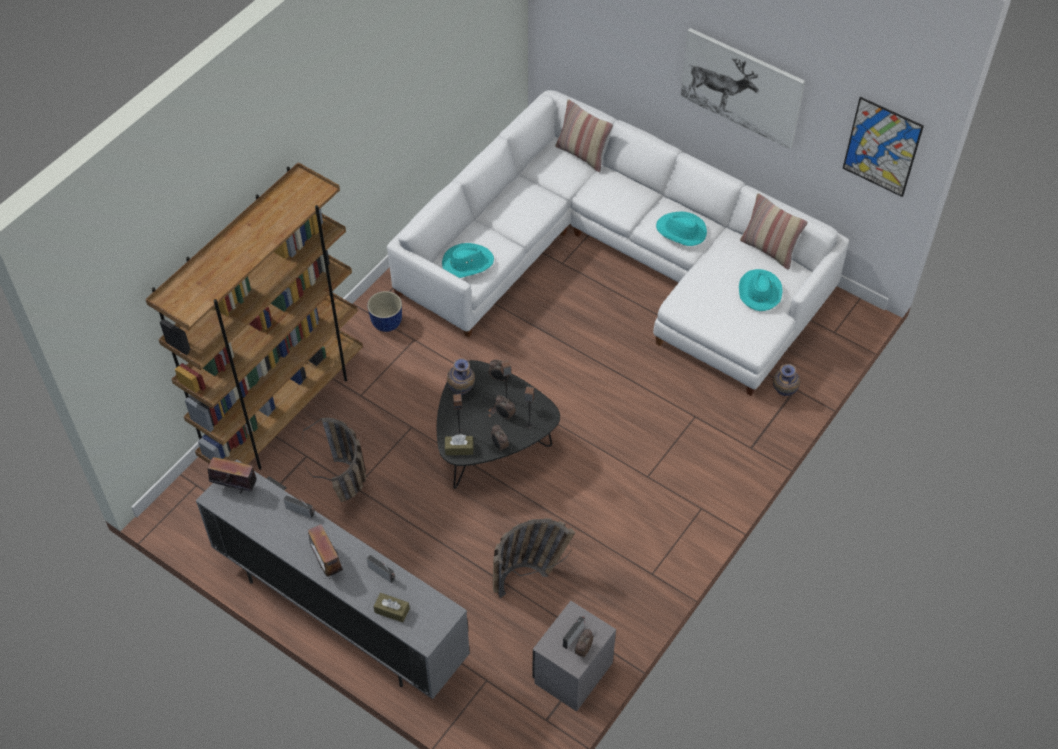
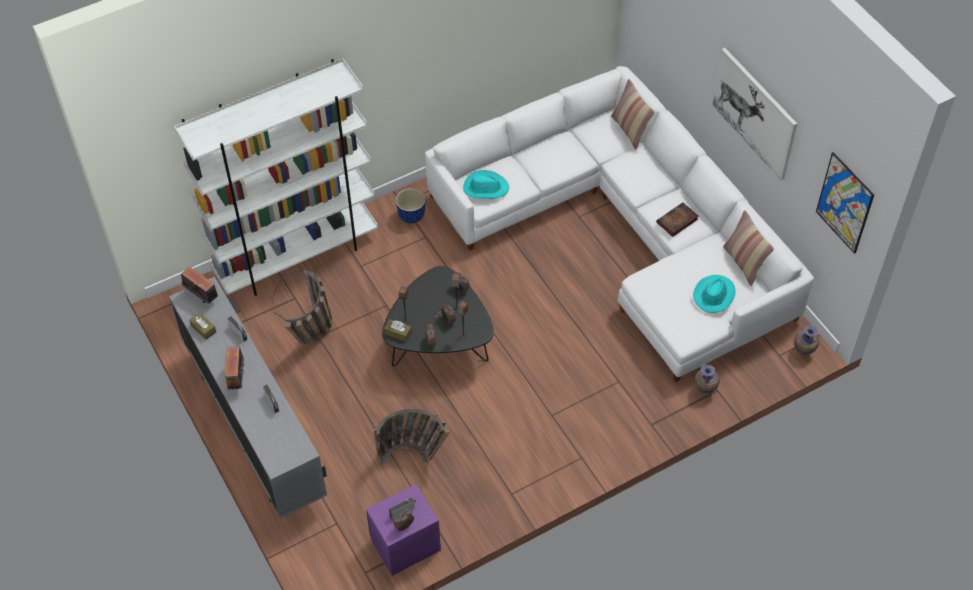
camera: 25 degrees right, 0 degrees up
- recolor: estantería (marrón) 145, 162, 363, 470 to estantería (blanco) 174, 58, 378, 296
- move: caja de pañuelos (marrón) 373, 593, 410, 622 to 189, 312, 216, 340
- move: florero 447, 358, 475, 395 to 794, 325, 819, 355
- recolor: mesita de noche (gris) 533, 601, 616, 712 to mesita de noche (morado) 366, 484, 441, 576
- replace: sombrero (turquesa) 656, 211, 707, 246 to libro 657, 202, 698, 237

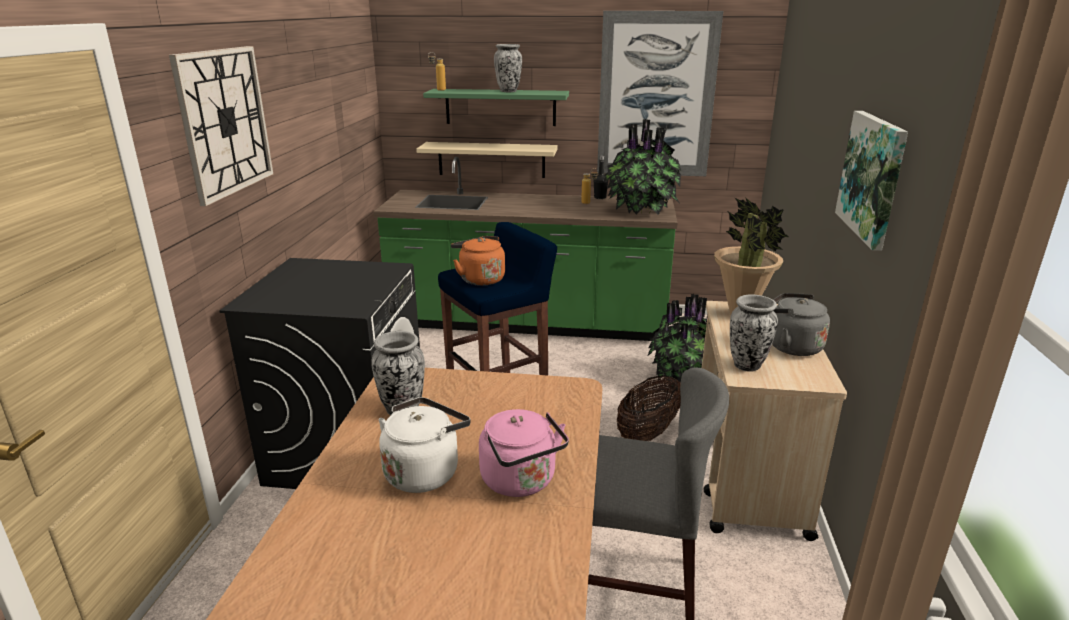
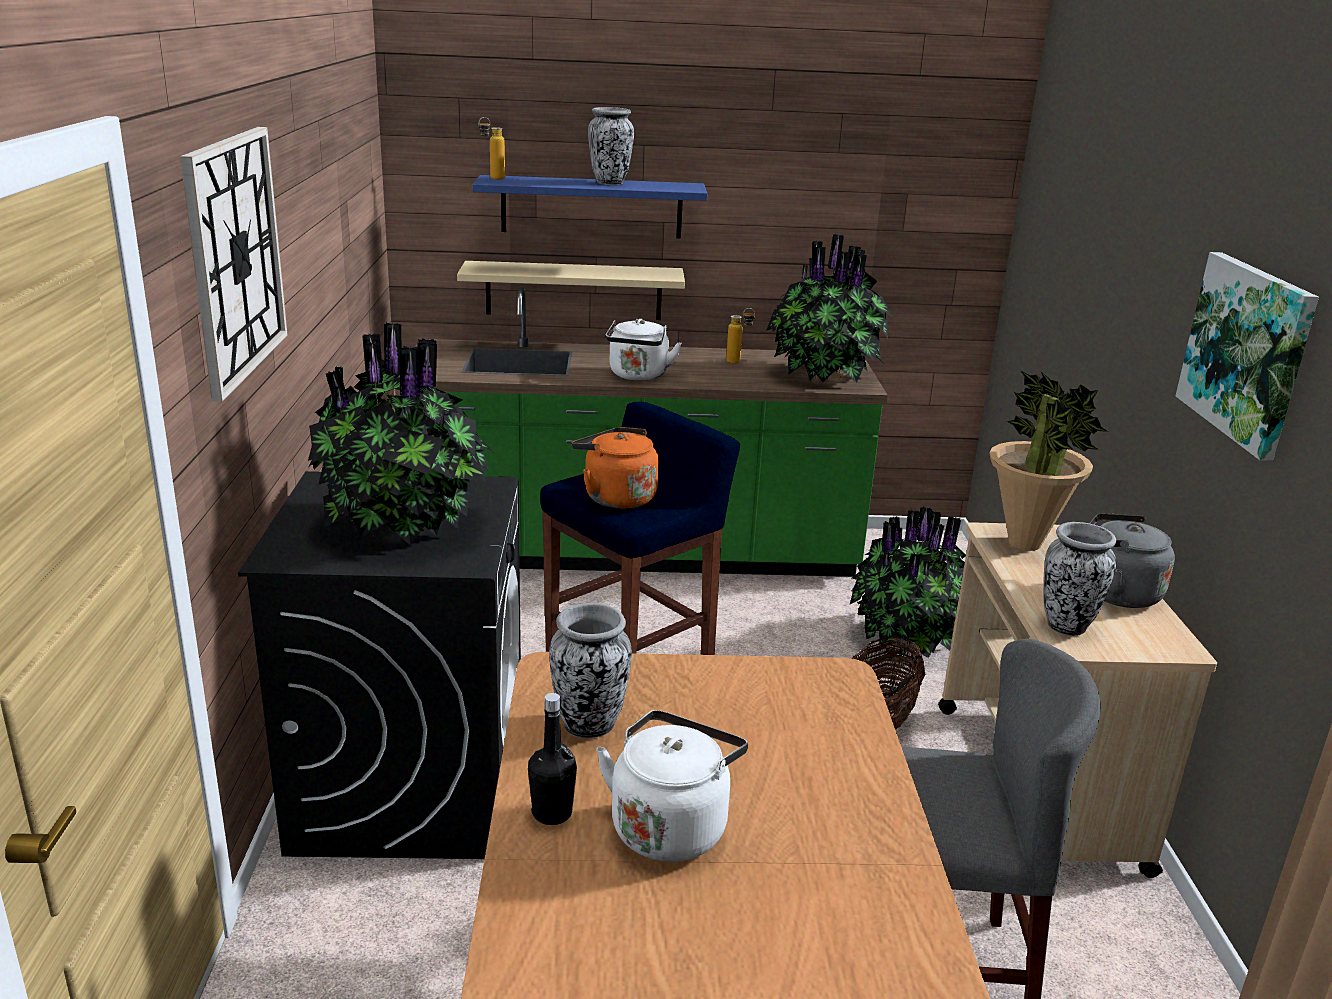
camera: 10 degrees left, 0 degrees up
- recolor: estante (verde) 423, 89, 569, 126 to estante (azul) 472, 175, 707, 238
- delete: hervidor (rosa) 479, 409, 569, 497
- move: botella (negro) 594, 156, 608, 199 to 528, 693, 577, 825
- delete: cuadro 597, 11, 723, 176
- insert: planta en maceta 308, 323, 494, 546
- insert: hervidor (blanco) 605, 319, 681, 381

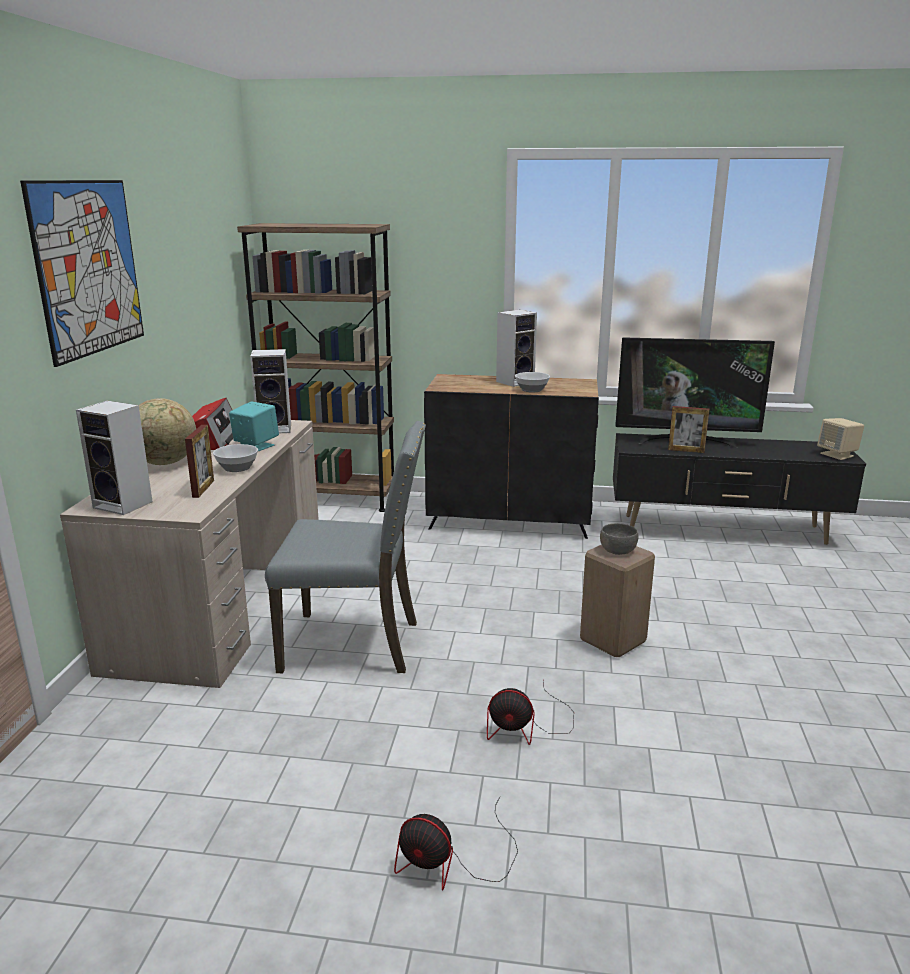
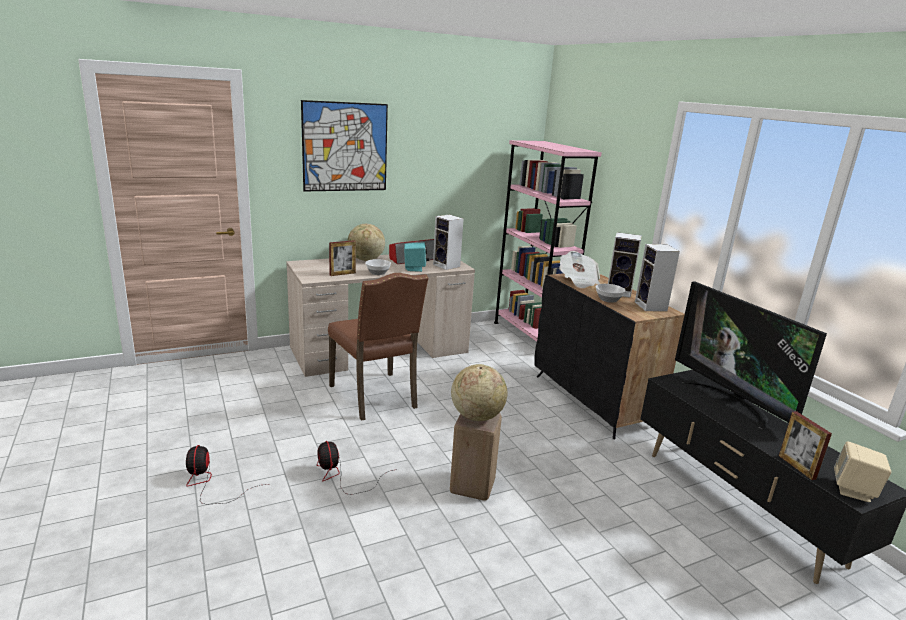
camera: 55 degrees right, 0 degrees up
- move: altavoz 76, 401, 153, 515 to 635, 244, 680, 311
- recolor: estantería (marrón) 237, 223, 394, 512 to estantería (rosa) 494, 140, 602, 342
- recolor: silla (gris) 265, 421, 426, 673 to silla (marrón) 328, 273, 428, 421
- replace: cuenco (gris) 600, 523, 639, 555 to globo terráqueo 451, 364, 507, 421
- move: portarretratos 668, 406, 709, 453 to 779, 411, 832, 480
- insert: periódico 559, 251, 600, 288

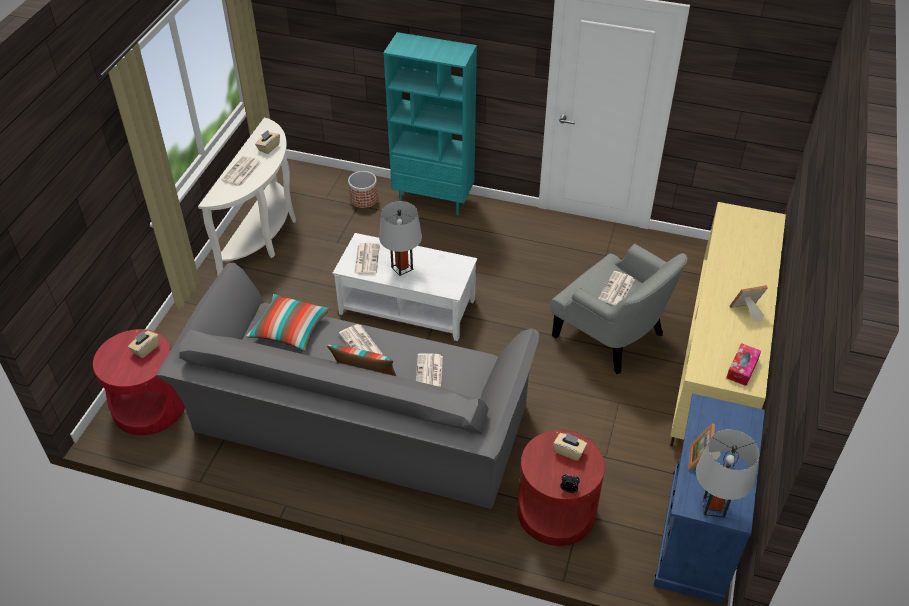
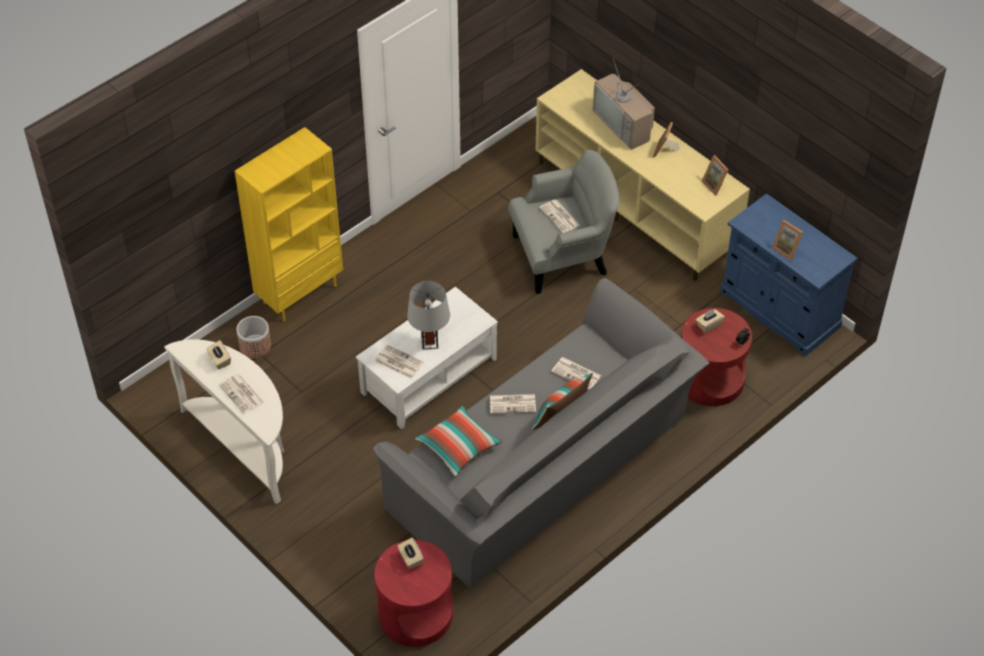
camera: 60 degrees left, 5 degrees up
- recolor: estantería (turquesa) 384, 32, 477, 215 to estantería (amarillo) 235, 127, 343, 322
- delete: lámpara de mesa (gris) 696, 429, 760, 518
- replace: caja de pañuelos 726, 343, 761, 386 to portarretratos 702, 155, 729, 195
- insert: televisor 593, 59, 655, 150

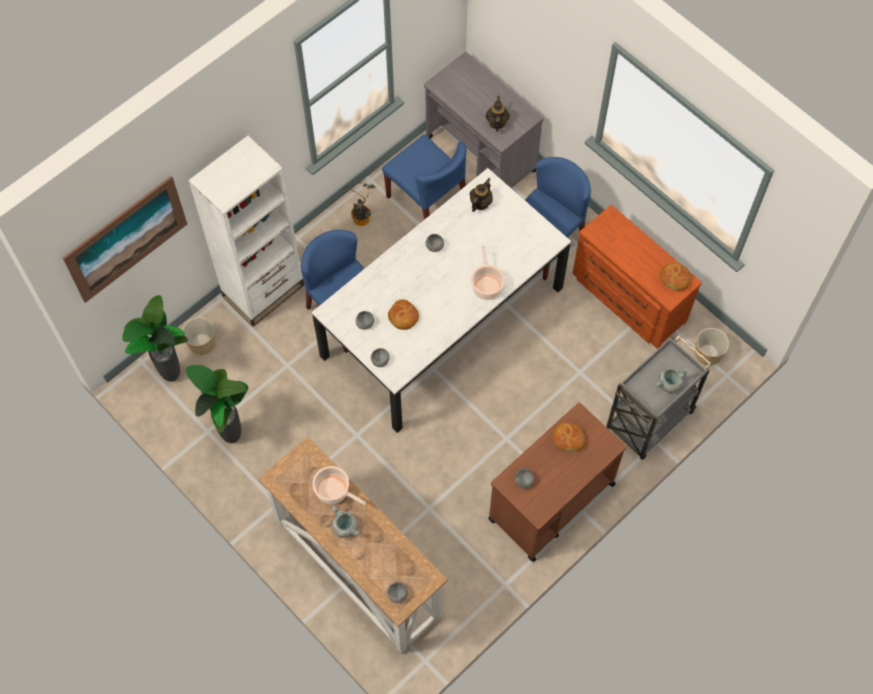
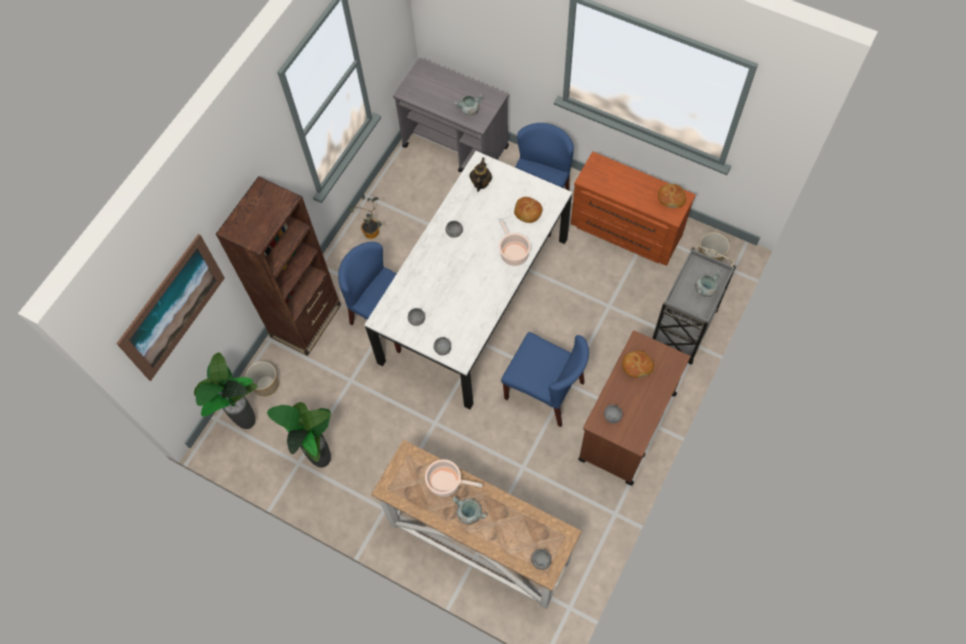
camera: 15 degrees left, 0 degrees up
- recolor: estantería (blanco) 188, 135, 304, 326 to estantería (marrón) 216, 176, 341, 356
- move: silla (azul) 382, 134, 467, 220 to 501, 332, 589, 427
- move: pan 388, 300, 419, 330 to 514, 197, 543, 223
- replace: tetera 486, 96, 510, 132 to olla (gris) 454, 94, 483, 116

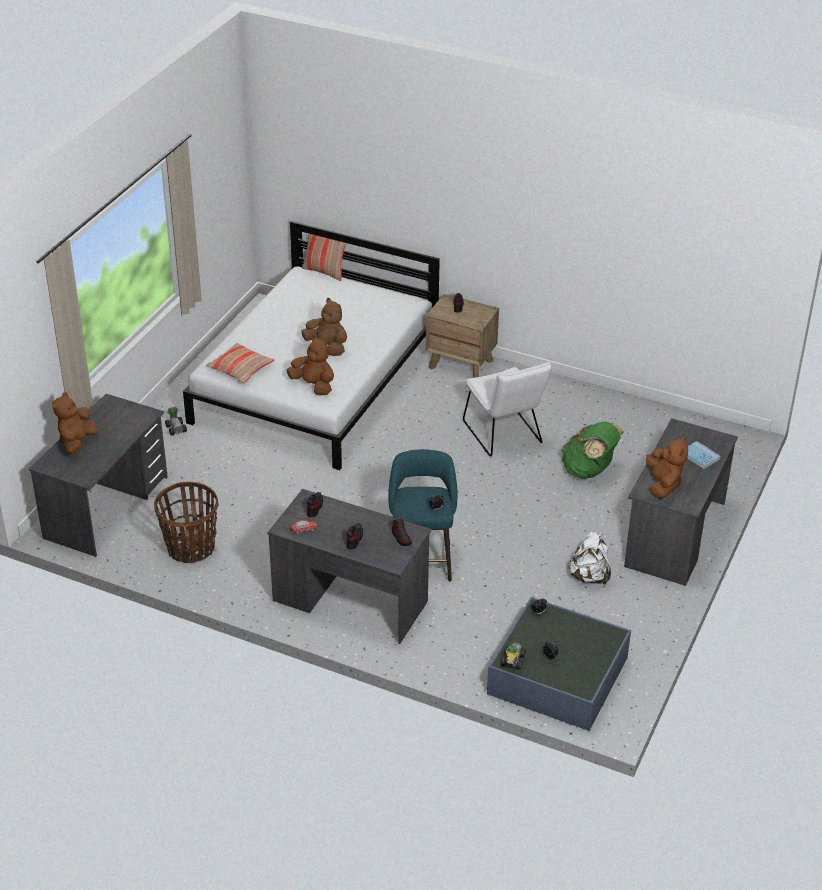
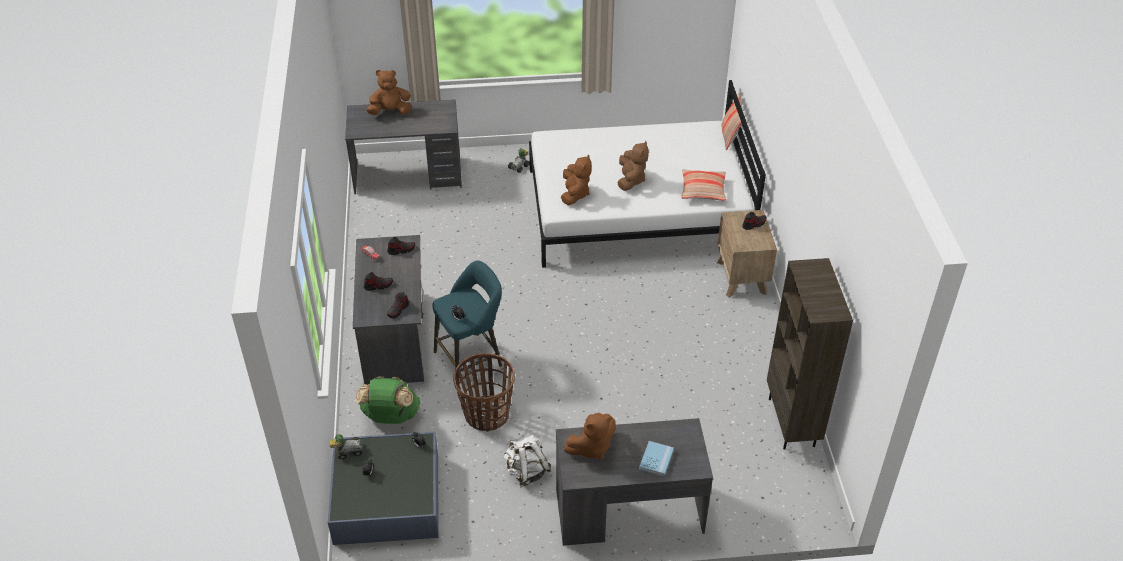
camera: 60 degrees right, 5 degrees up
- move: cesta 154, 482, 218, 563 to 453, 353, 515, 432
- move: cojín 206, 343, 274, 383 to 681, 169, 726, 201
- delete: silla (blanco) 463, 362, 552, 457
- move: mochila (verde) 562, 422, 624, 479 to 356, 377, 420, 424
- insert: estantería (marrón) 767, 258, 853, 450

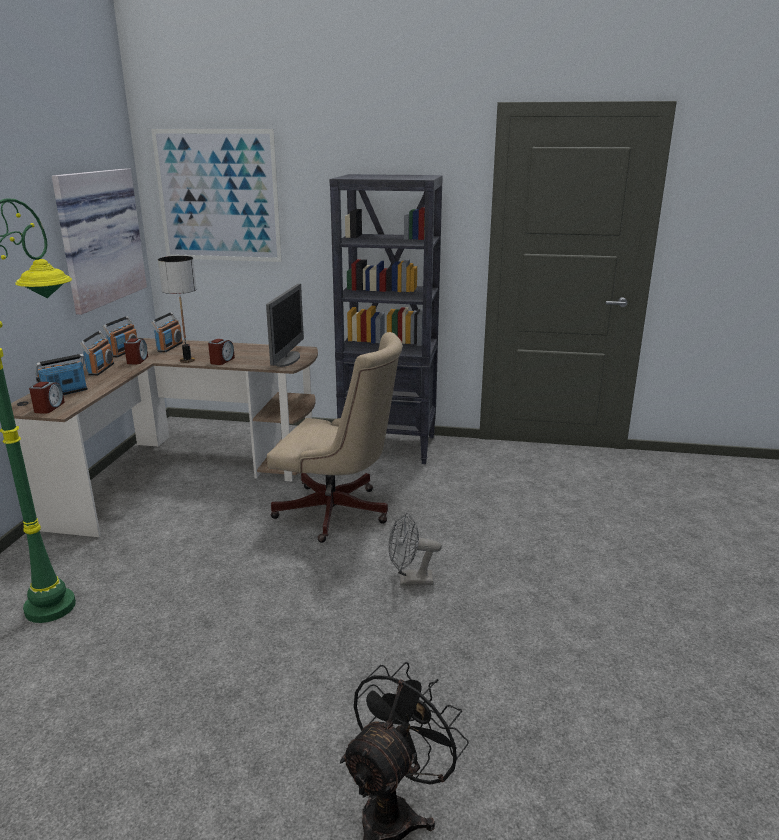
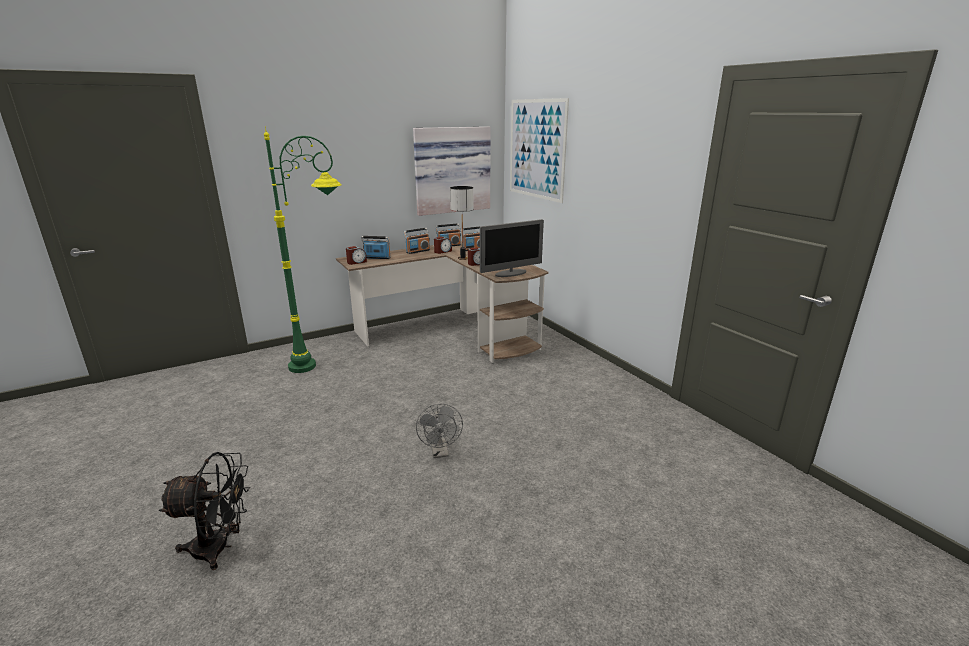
camera: 50 degrees right, 0 degrees up
- delete: silla de oficina (beis) 267, 332, 403, 543
- delete: estantería (negro) 330, 174, 443, 464
- rotate: ventilador (gris) 388, 513, 442, 586 = 416, 404, 463, 458 150 degrees counterclockwise

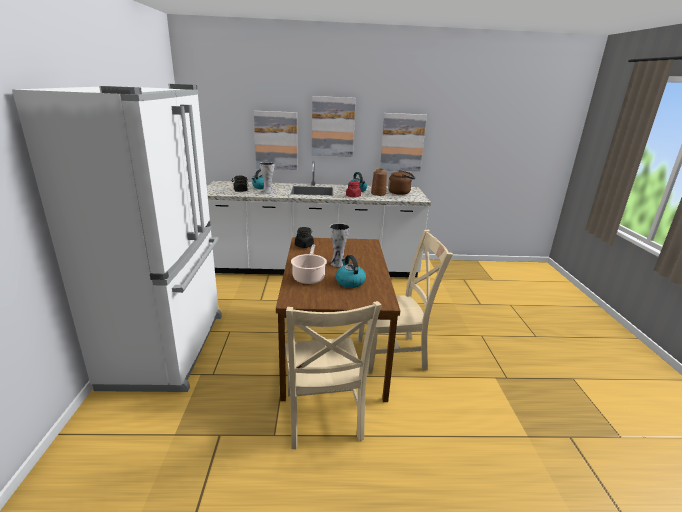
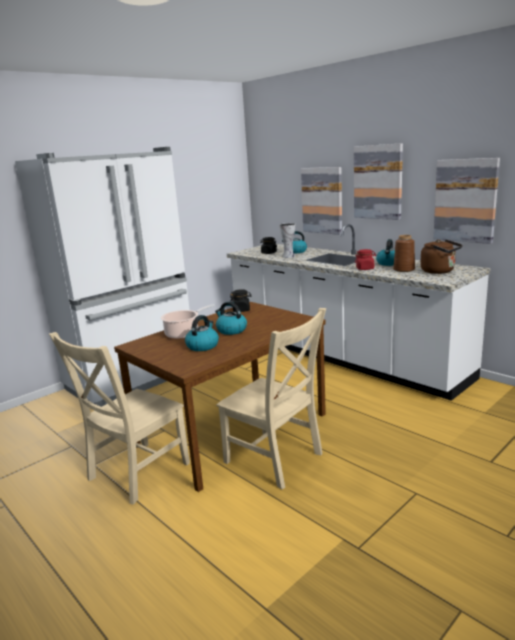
camera: 50 degrees right, 5 degrees down
- replace: florero 330, 223, 350, 267 to hervidor 215, 302, 247, 335

